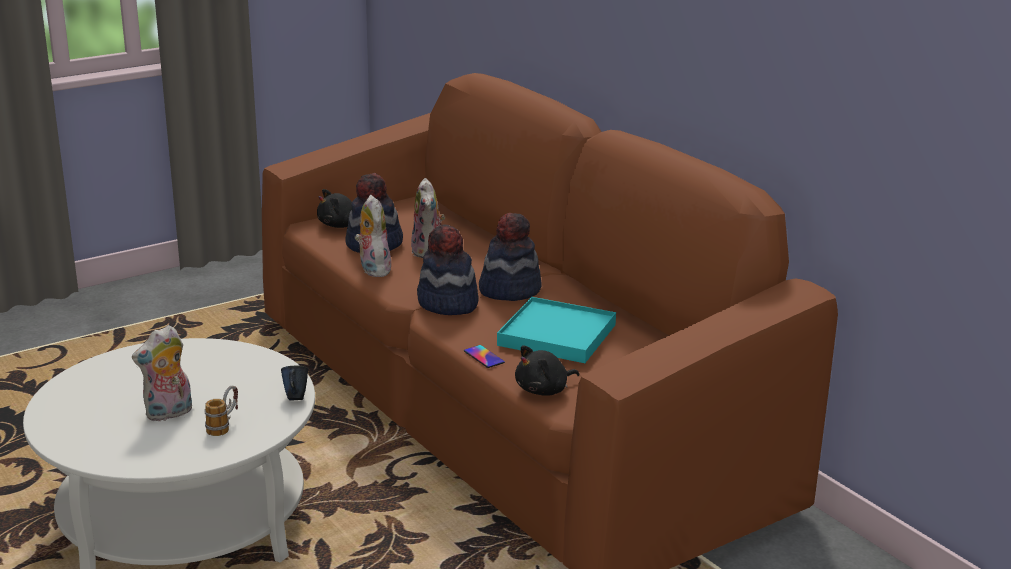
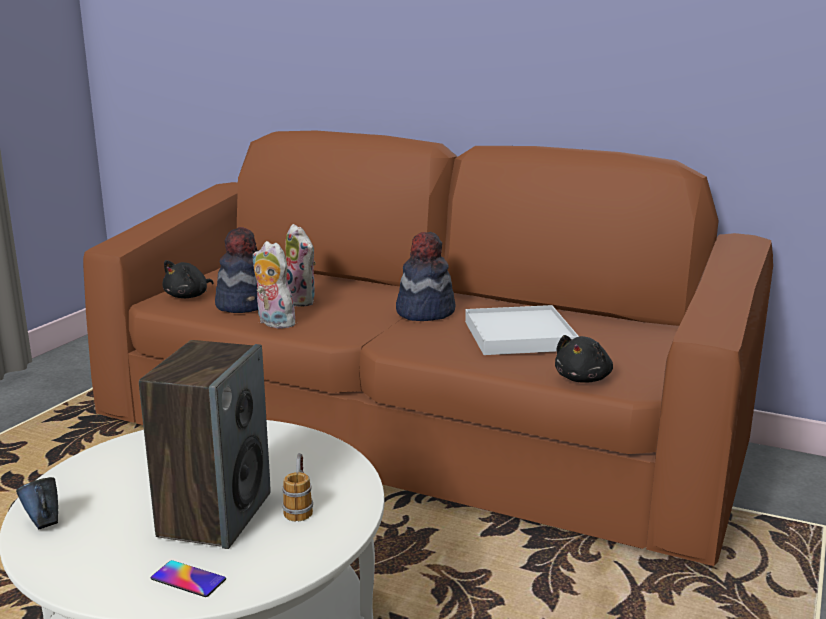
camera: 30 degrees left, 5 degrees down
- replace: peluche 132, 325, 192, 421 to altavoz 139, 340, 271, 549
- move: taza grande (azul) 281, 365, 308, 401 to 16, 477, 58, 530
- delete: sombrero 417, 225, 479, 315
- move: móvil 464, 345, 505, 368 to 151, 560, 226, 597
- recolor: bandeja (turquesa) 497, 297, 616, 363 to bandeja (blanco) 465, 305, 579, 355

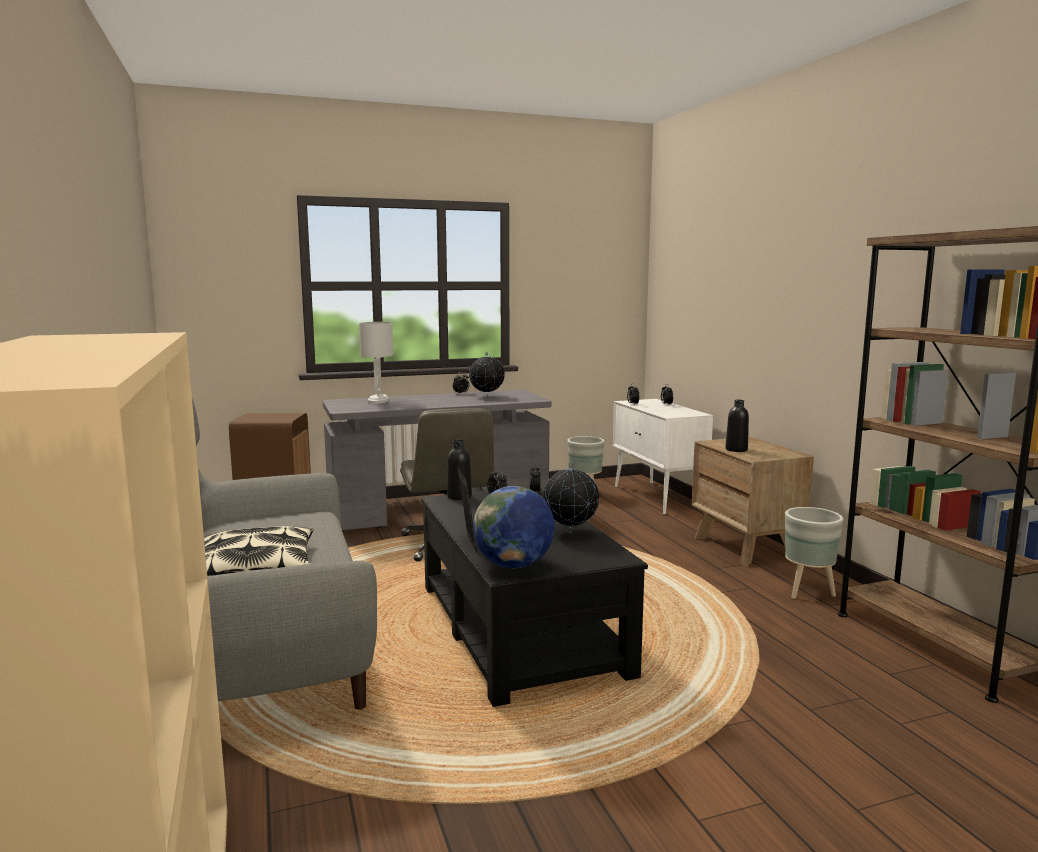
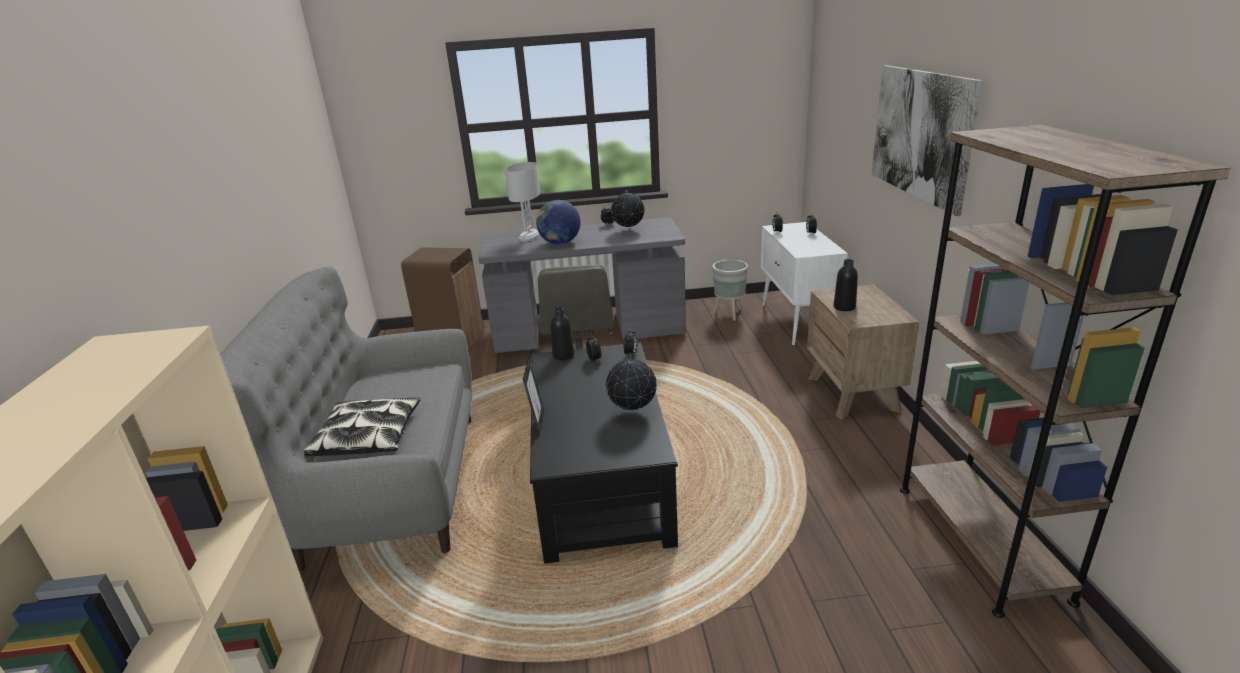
camera: 15 degrees right, 15 degrees up
- move: globo terráqueo 473, 486, 555, 568 to 536, 200, 580, 245
- delete: maceta (gris) 785, 507, 843, 599
- insert: cuadro 871, 65, 983, 216

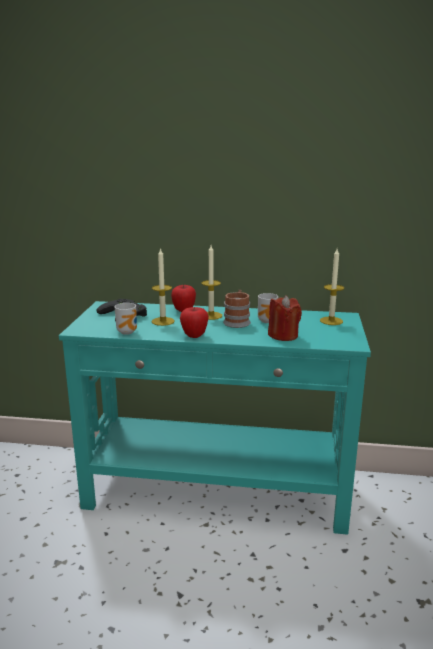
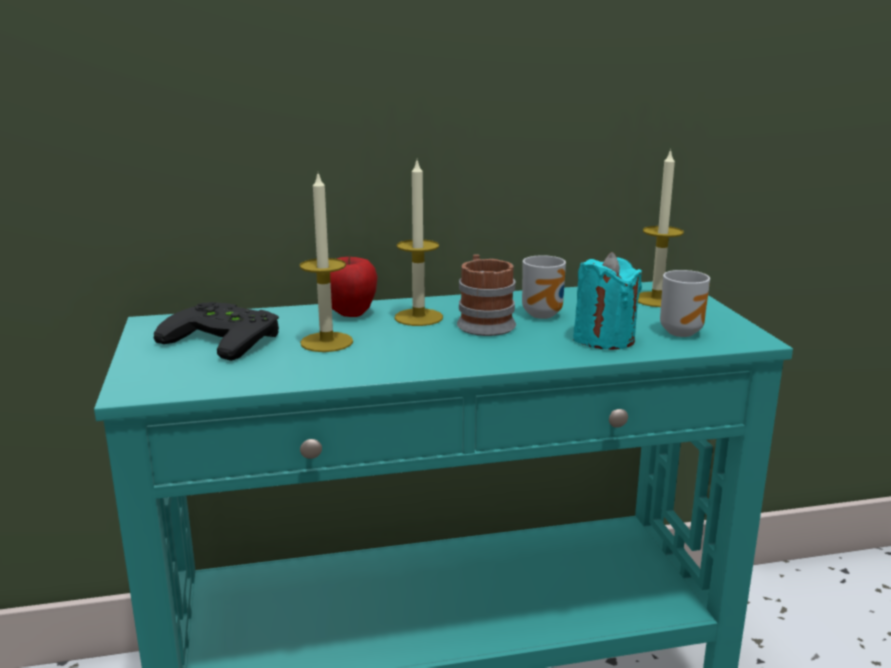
camera: 20 degrees left, 0 degrees up
- move: taza grande 115, 303, 137, 335 to 660, 270, 710, 337
- delete: manzana 180, 307, 209, 338
- recolor: vela (rojo) 268, 295, 302, 341 to vela (turquesa) 573, 252, 642, 350

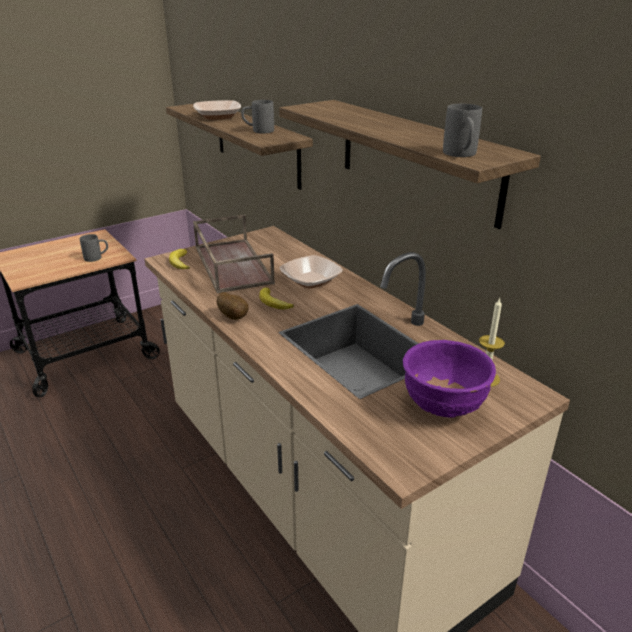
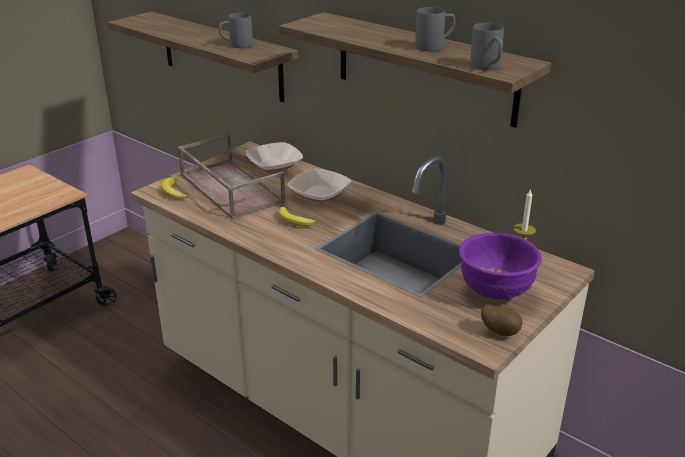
camera: 15 degrees left, 0 degrees up
- move: taza grande (gris) 80, 234, 108, 262 to 415, 7, 455, 51
- move: cuenco 193, 100, 241, 120 to 246, 142, 303, 172
- move: patata 217, 292, 249, 320 to 481, 304, 522, 336

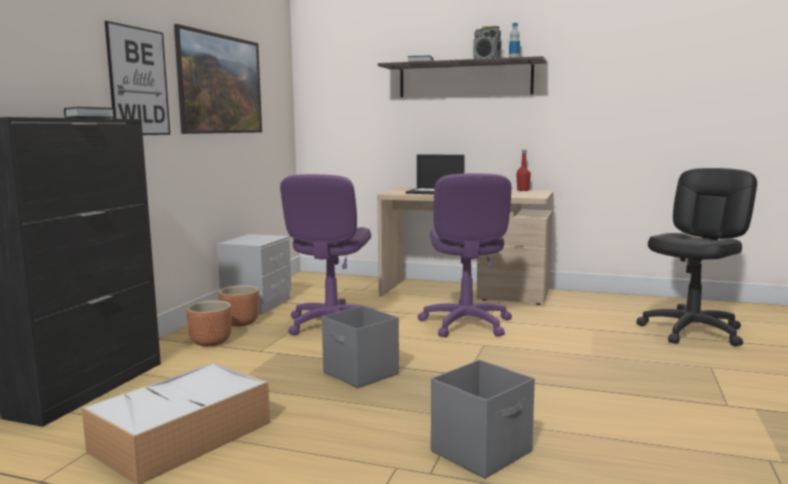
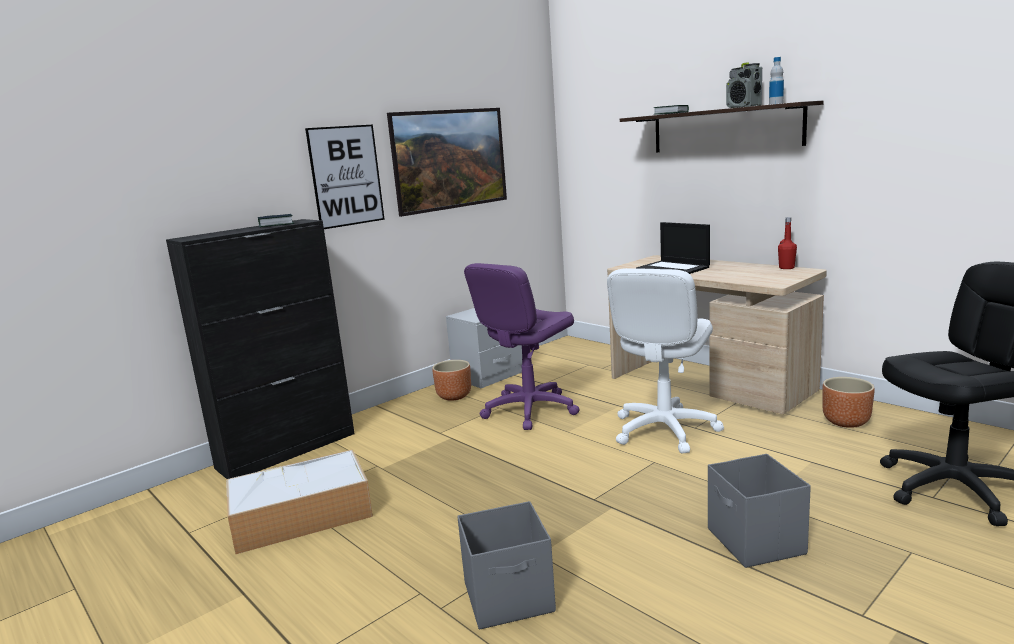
camera: 30 degrees right, 5 degrees up
- move: maceta (marrón) 186, 301, 232, 346 to 822, 377, 875, 428
- move: caja de almacenaje (gris) 322, 306, 399, 388 to 708, 454, 811, 568
- recolor: silla de oficina (morado) 418, 173, 512, 337 to silla de oficina (blanco) 607, 268, 724, 454

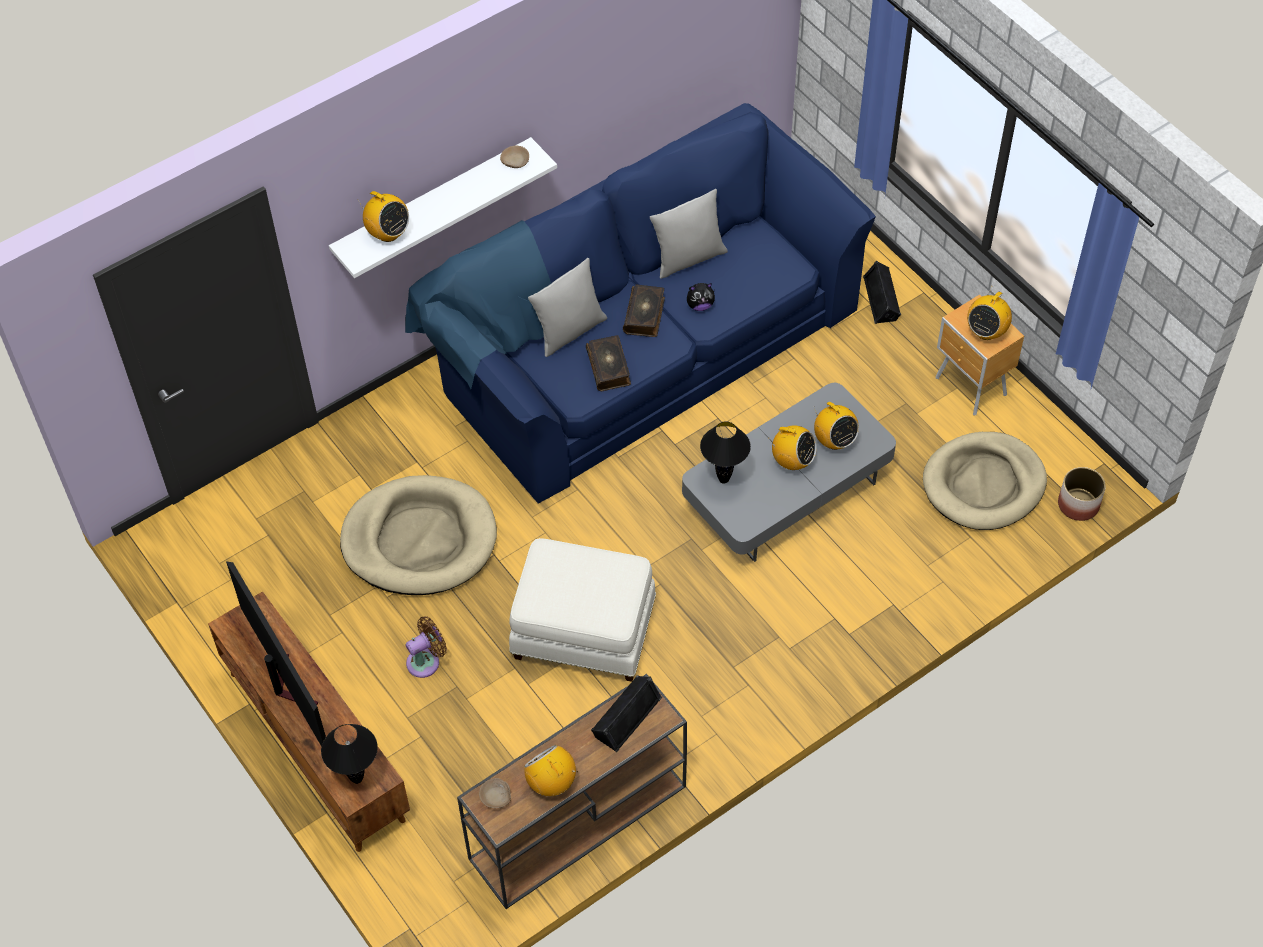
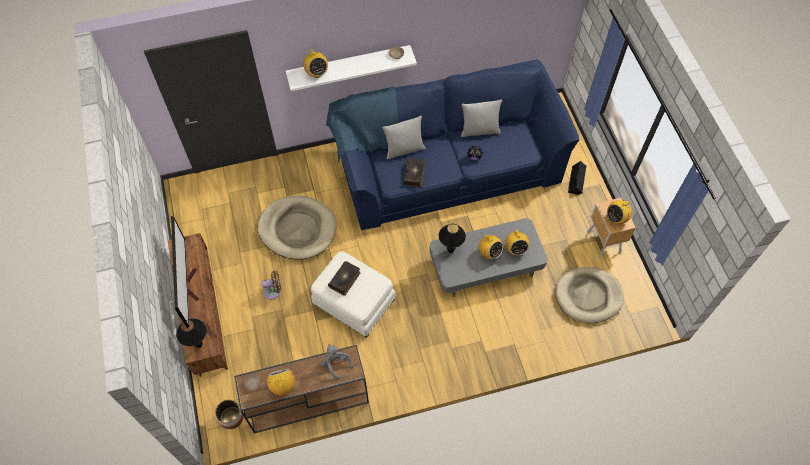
camera: 20 degrees right, 5 degrees up
- replace: altavoz (negro) 591, 676, 662, 752 to peluche (gris) 321, 344, 353, 379
- move: libro 623, 284, 665, 337 to 328, 261, 361, 296
- move: maceta 1058, 467, 1106, 521 to 215, 400, 243, 429

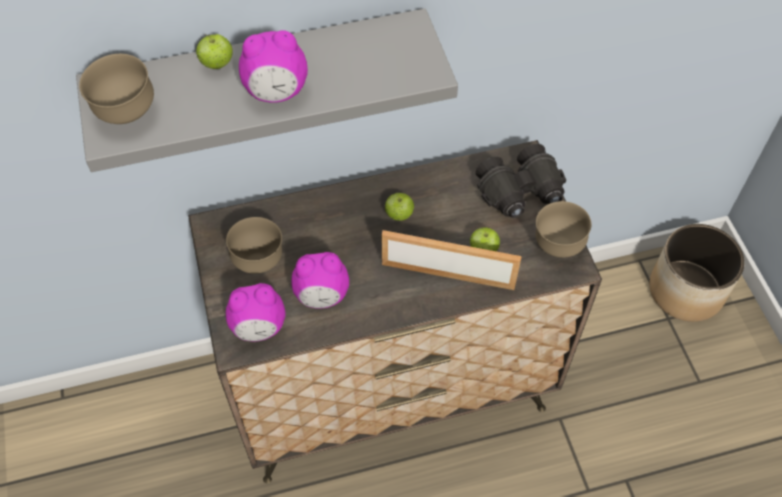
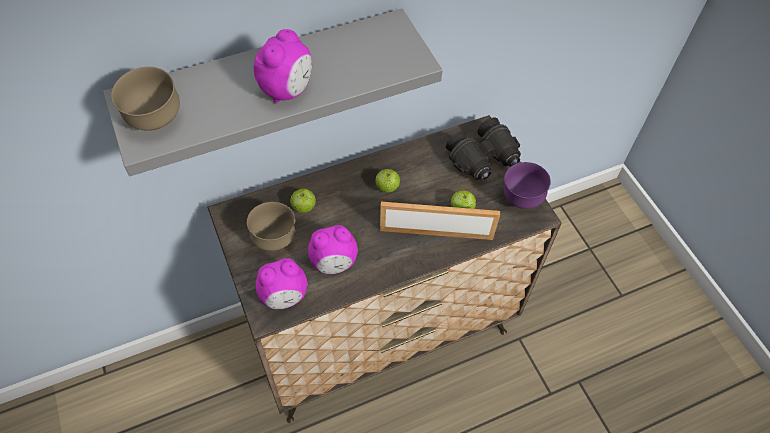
camera: 10 degrees left, 0 degrees up
- move: manzana 196, 34, 233, 69 to 290, 189, 316, 213
- rotate: despertador 239, 30, 308, 103 = 254, 29, 312, 104 45 degrees counterclockwise
- recolor: cuenco (marrón) 535, 201, 591, 258 to cuenco (morado) 504, 162, 551, 209
- delete: maceta 649, 224, 744, 322

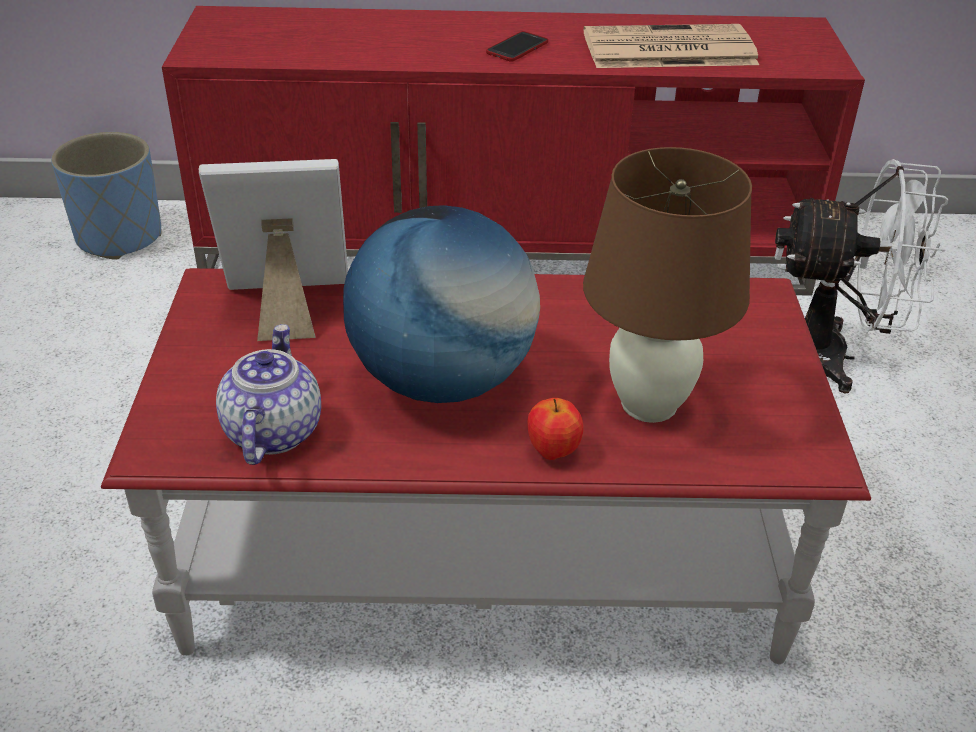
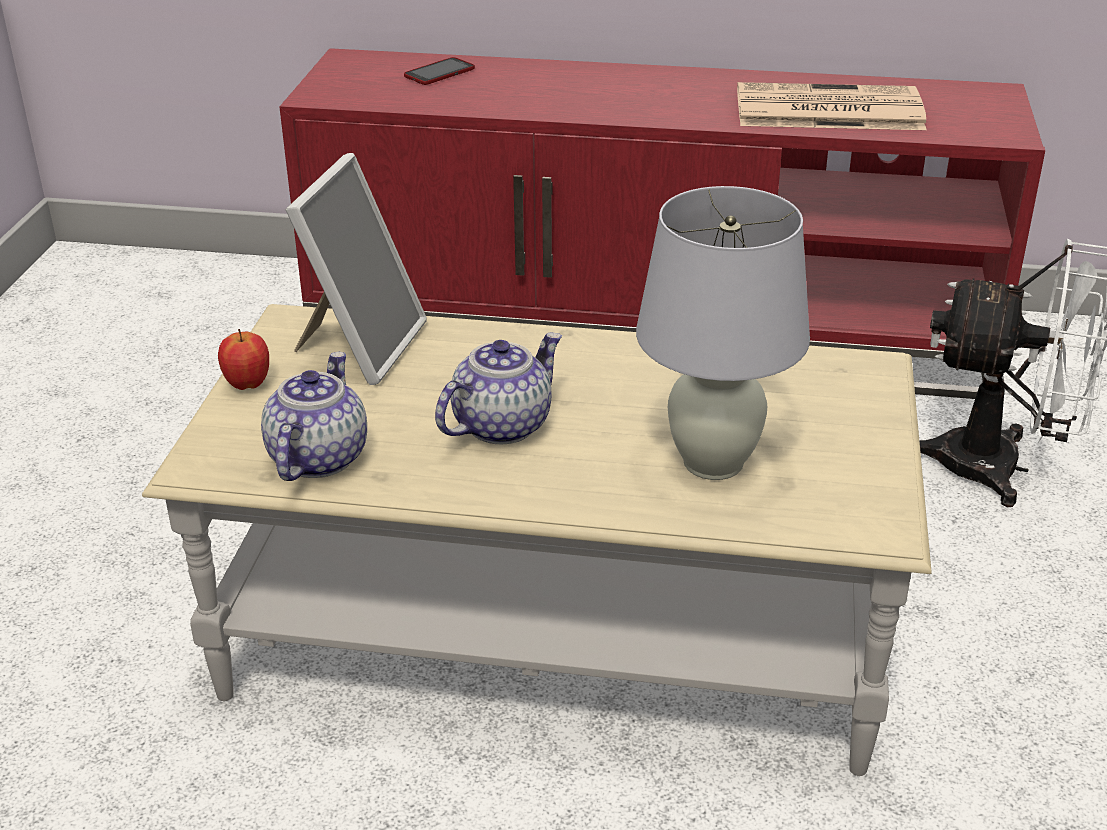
camera: 10 degrees right, 5 degrees down
- delete: maceta (azul) 51, 132, 161, 260
- recolor: mesa de centro (rojo) 101, 268, 871, 664 to mesa de centro (beis) 142, 304, 932, 776
- rotate: portarretratos 199, 159, 348, 341 = 286, 153, 427, 385 105 degrees clockwise
- replace: globo terráqueo 343, 205, 540, 403 to tetera 435, 332, 562, 444
- move: móvil 486, 31, 548, 62 to 404, 57, 475, 85
- move: manzana 527, 398, 583, 460 to 218, 329, 269, 390
- recolor: lámpara de mesa (marrón) 583, 147, 752, 423 to lámpara de mesa (blanco) 636, 186, 810, 480

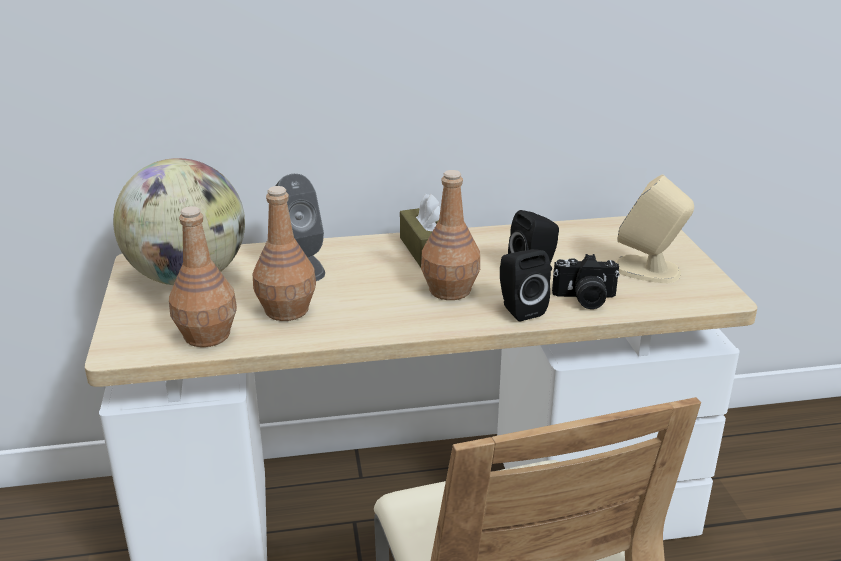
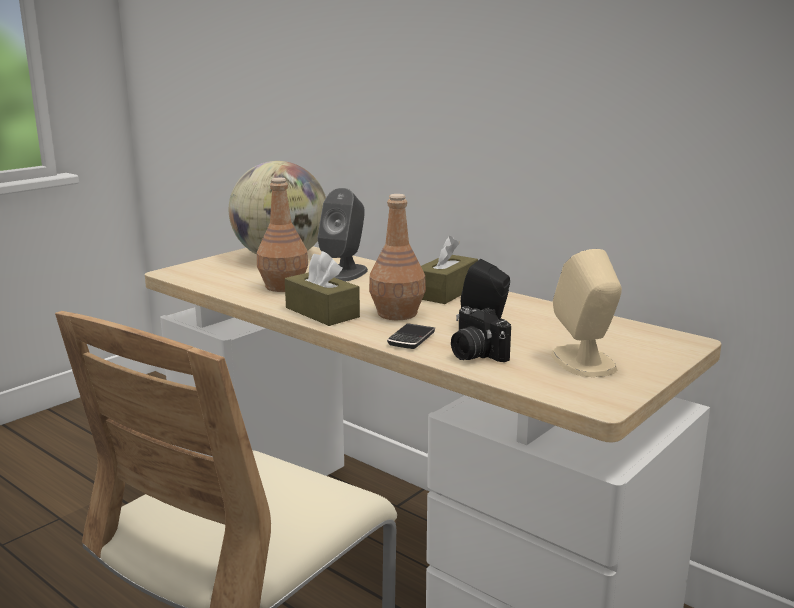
camera: 50 degrees right, 10 degrees down
- delete: botella (marrón) 169, 206, 237, 347
- replace: altavoz (negro) 500, 249, 551, 322 to móvil 387, 323, 435, 349
- insert: caja de pañuelos (marrón) 285, 251, 360, 326

